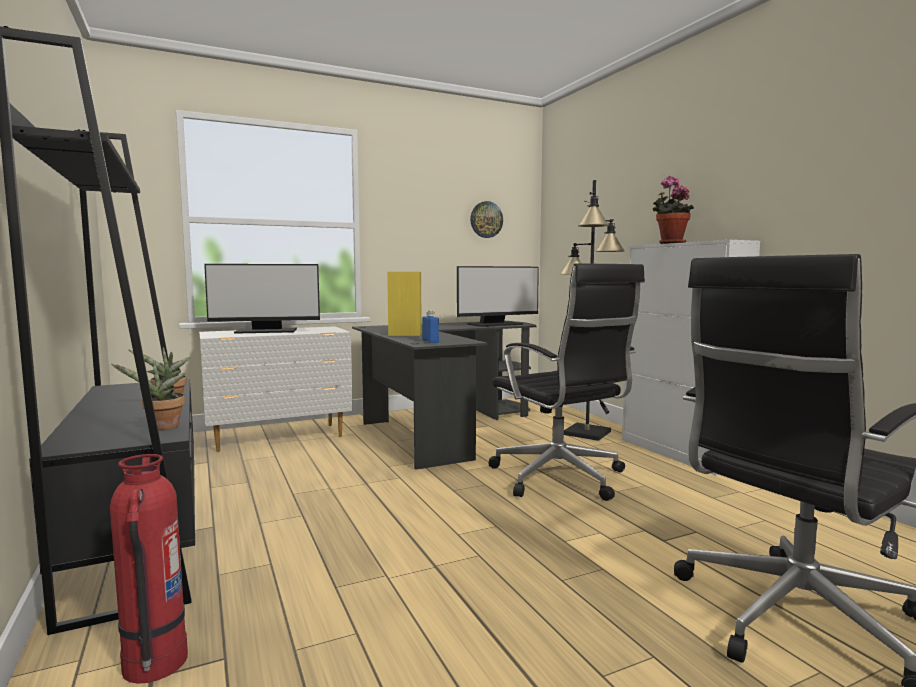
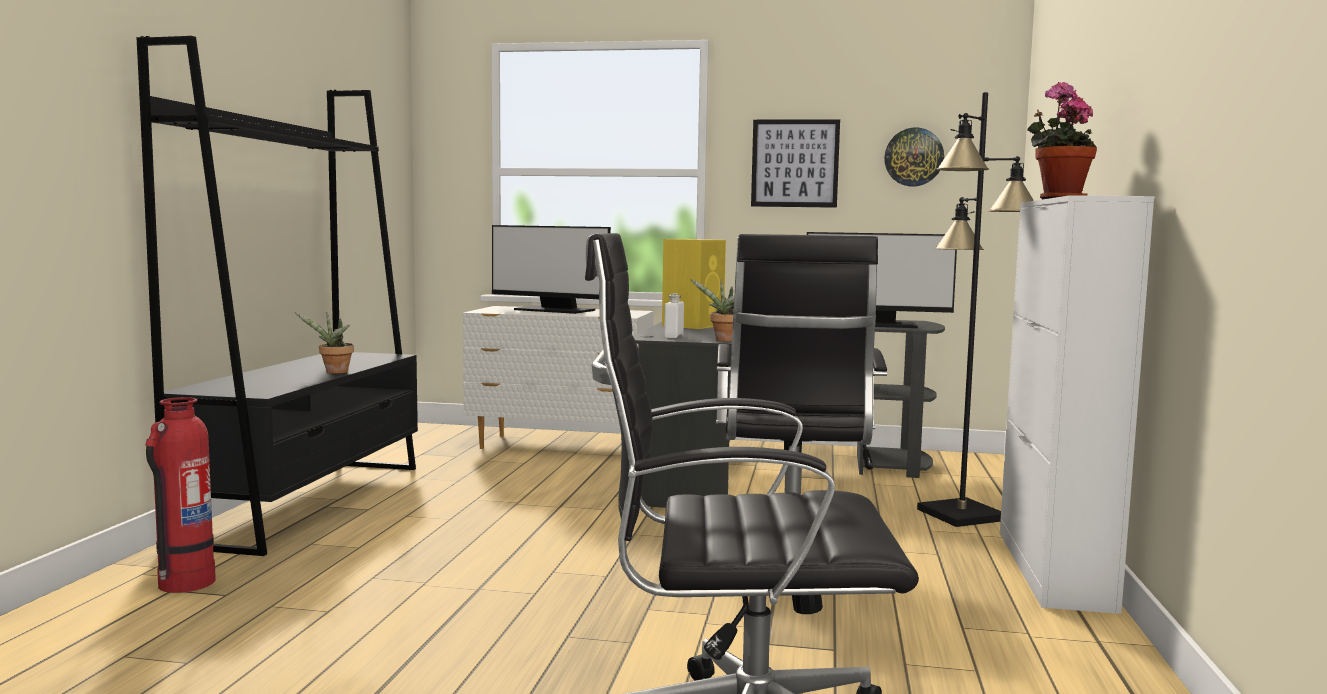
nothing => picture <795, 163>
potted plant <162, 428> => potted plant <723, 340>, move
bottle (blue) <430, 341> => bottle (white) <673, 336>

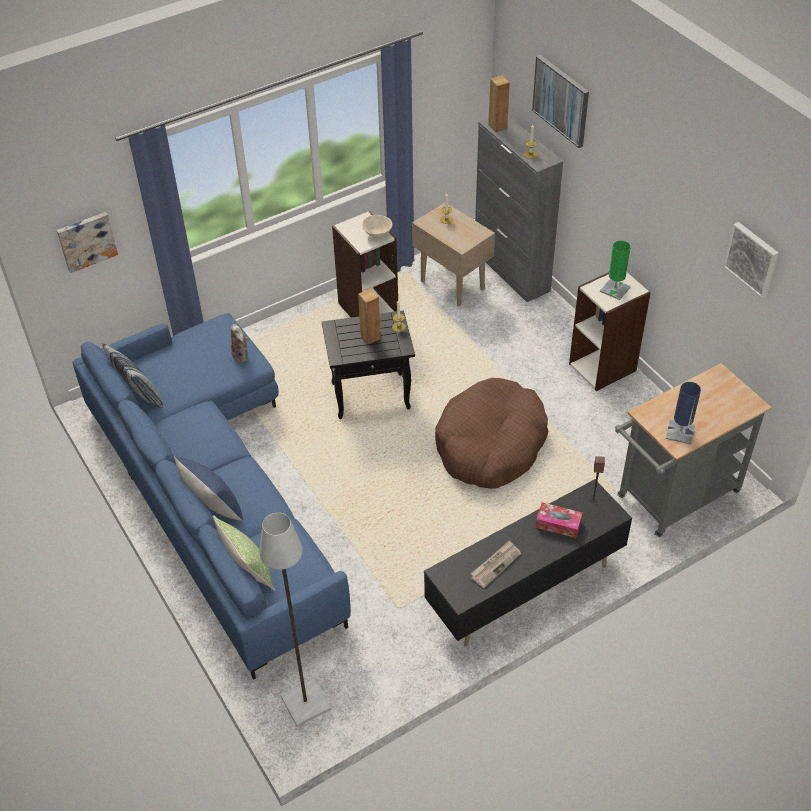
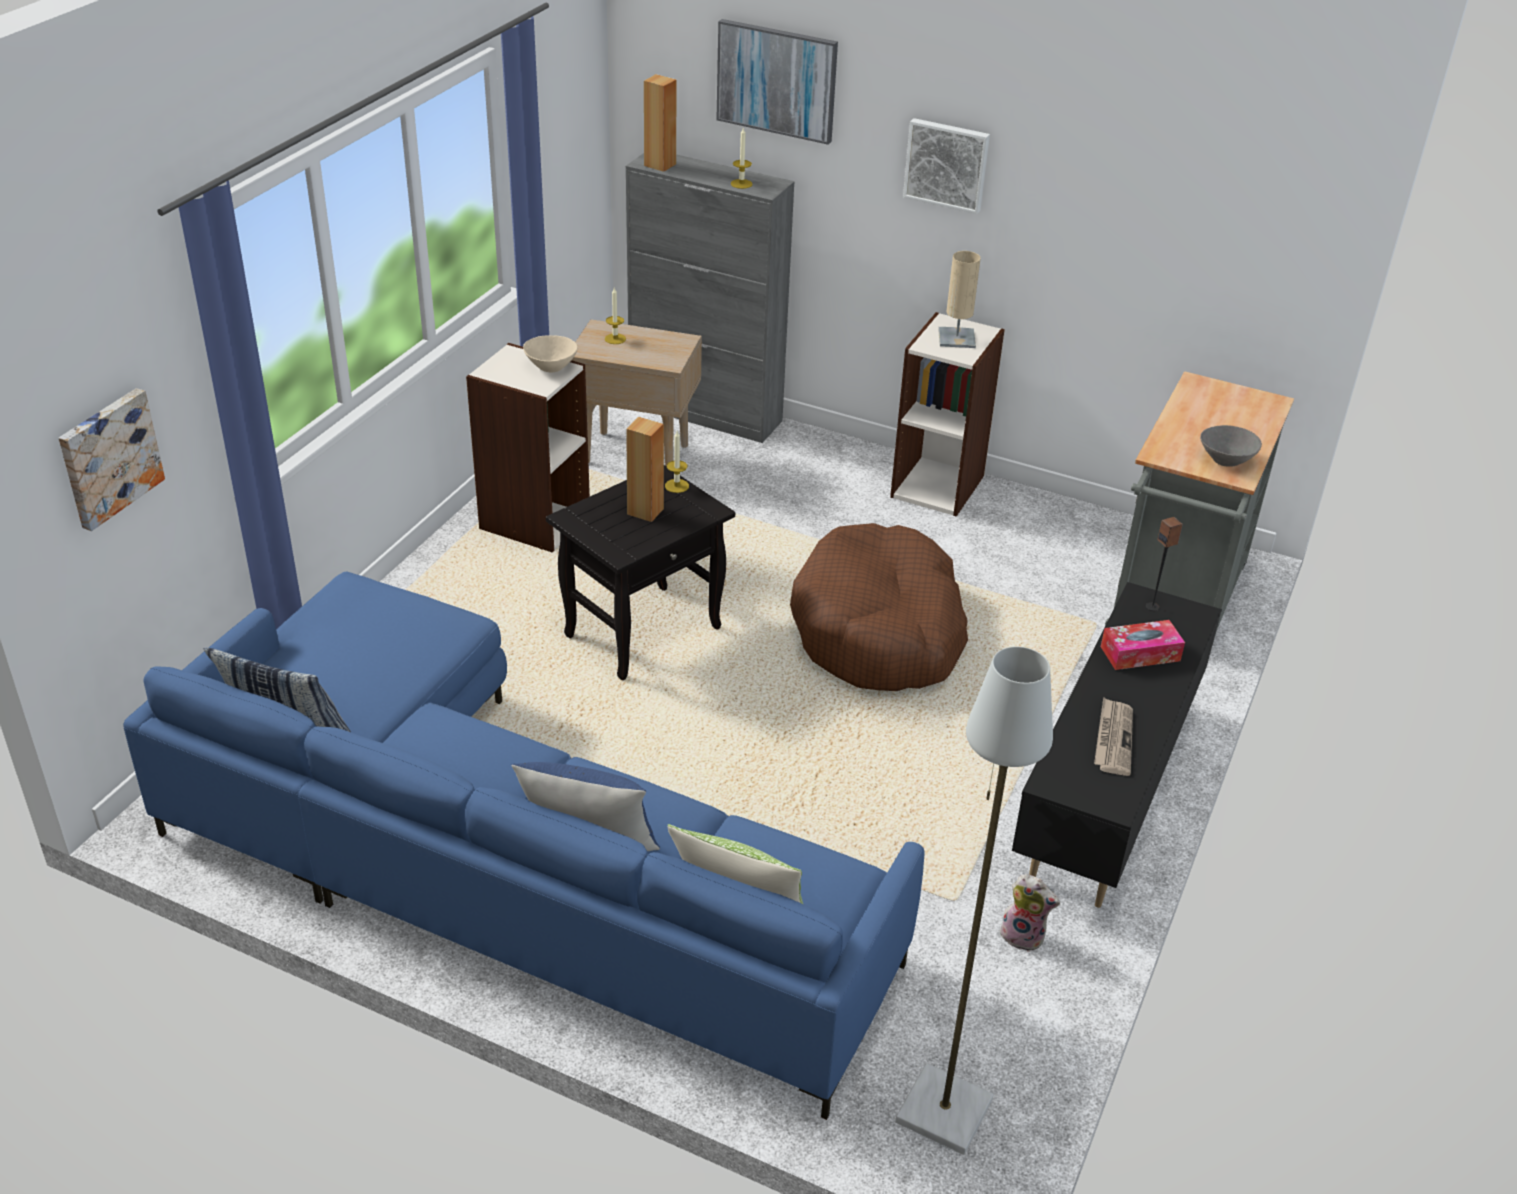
plush toy <242, 356> => plush toy <1024, 936>, move
picture <752, 258> => picture <947, 164>, move
table lamp (blue) <680, 432> => bowl (grey) <1225, 460>
table lamp (green) <615, 289> => table lamp (beige) <956, 338>

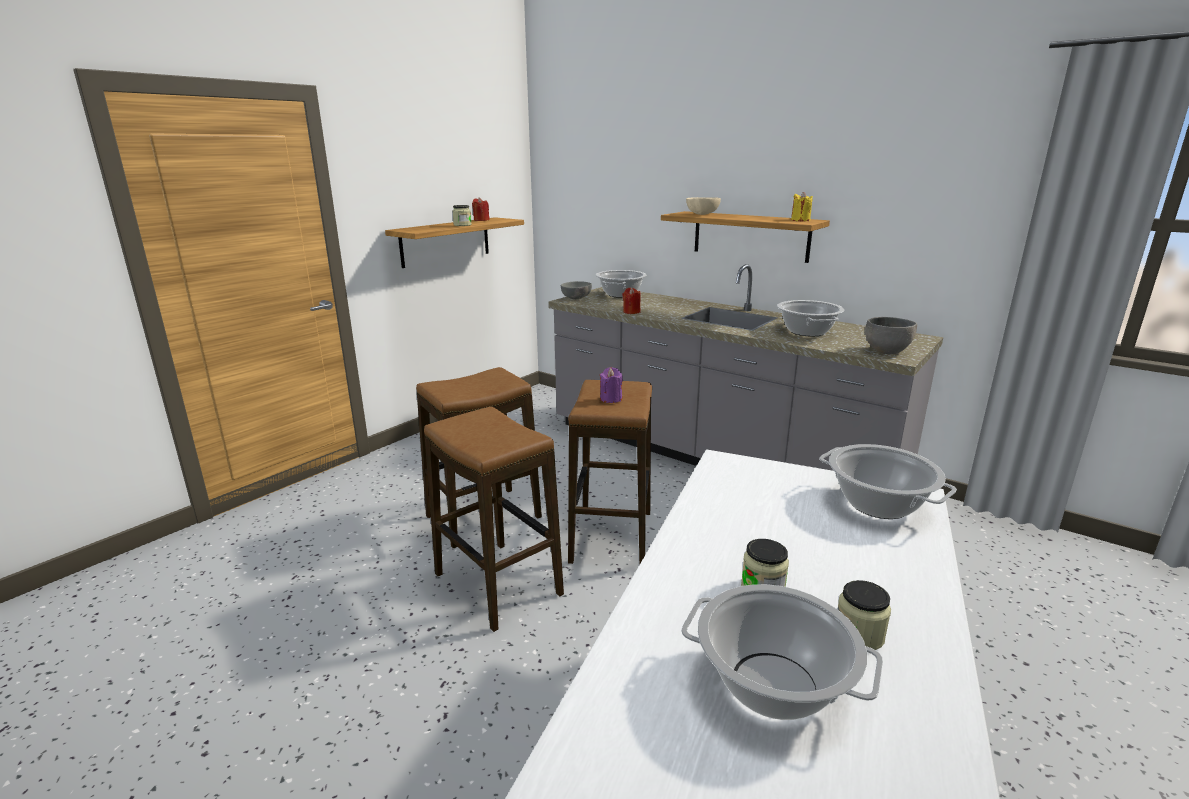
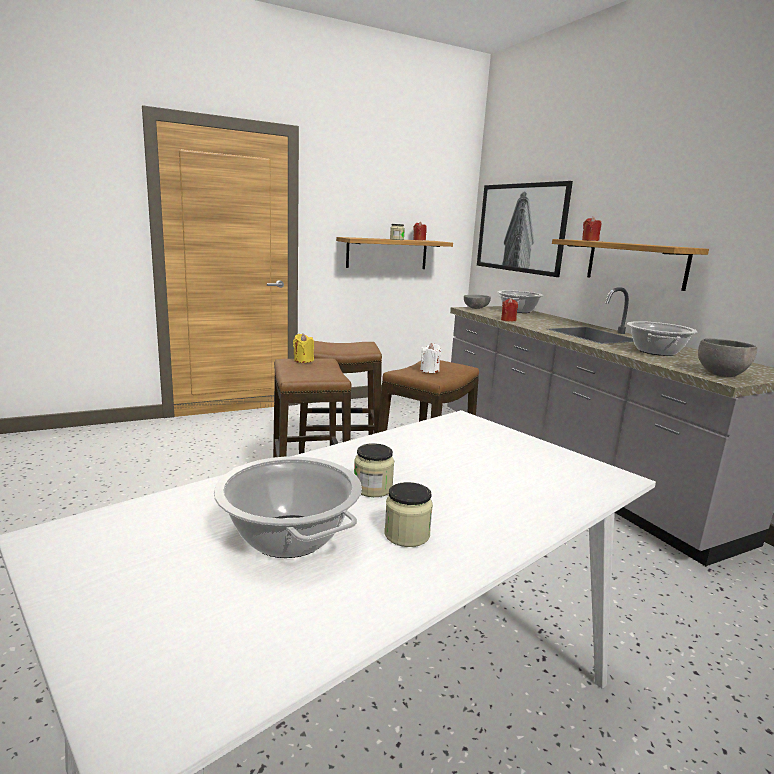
cooking pot <878, 504> => nothing
nothing => picture <521, 228>
candle (yellow) <800, 220> => candle (yellow) <303, 360>, move
bowl (beige) <701, 214> => candle (red) <590, 240>
candle (purple) <611, 399> => candle (white) <429, 370>

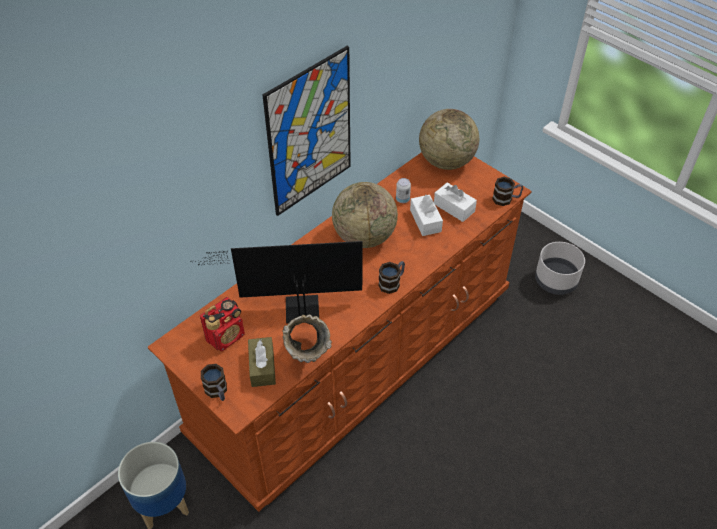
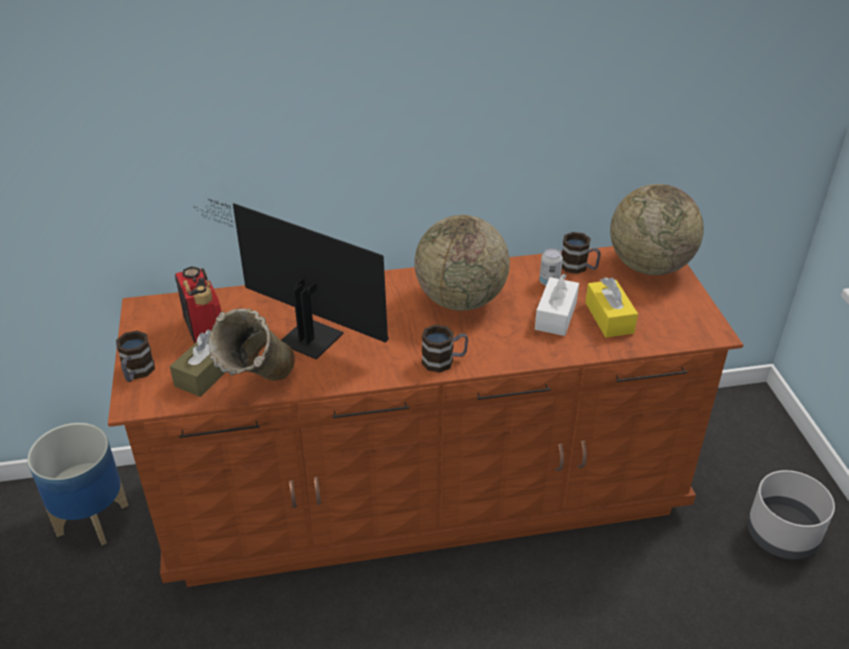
picture <310, 133> => nothing
mug <506, 199> => mug <579, 267>, move
tissue box (white) <454, 207> => tissue box (yellow) <609, 318>
radio <226, 337> => radio <204, 326>, 105 degrees counterclockwise

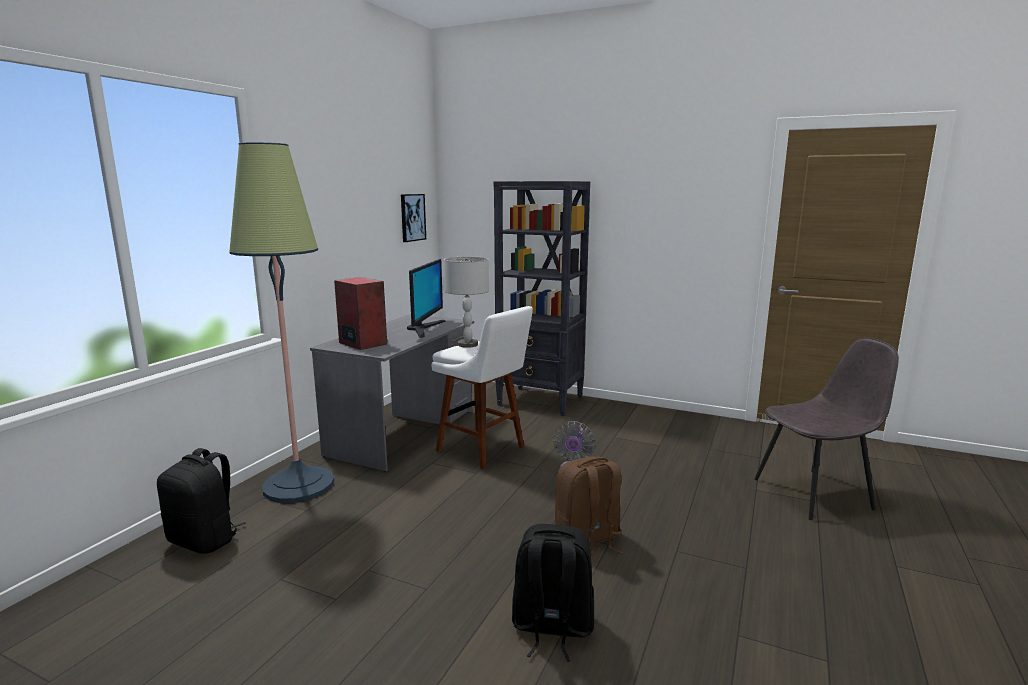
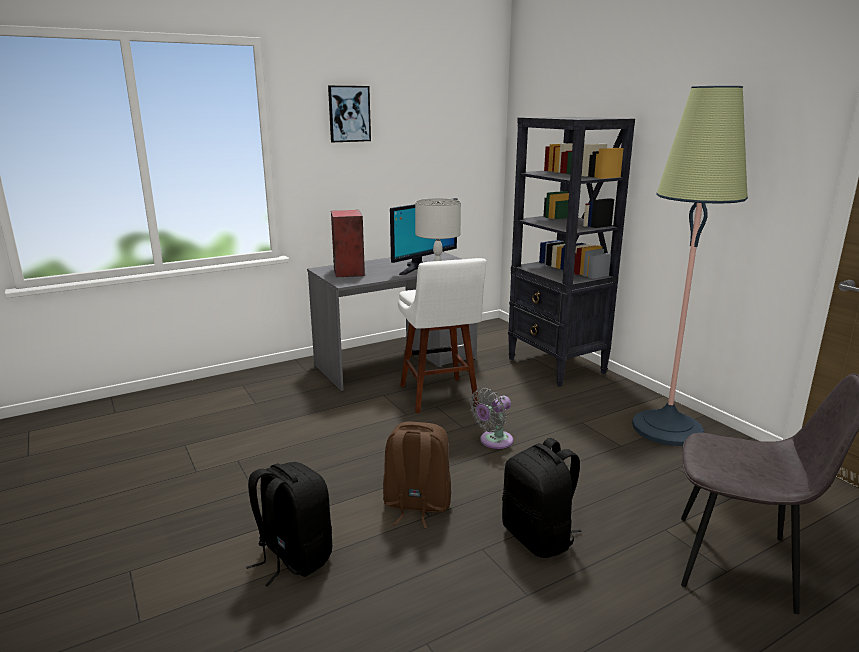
backpack (black) <205, 540> => backpack (black) <539, 537>, move
floor lamp <298, 485> => floor lamp <667, 428>, move
picture <412, 217> => picture <349, 114>, move

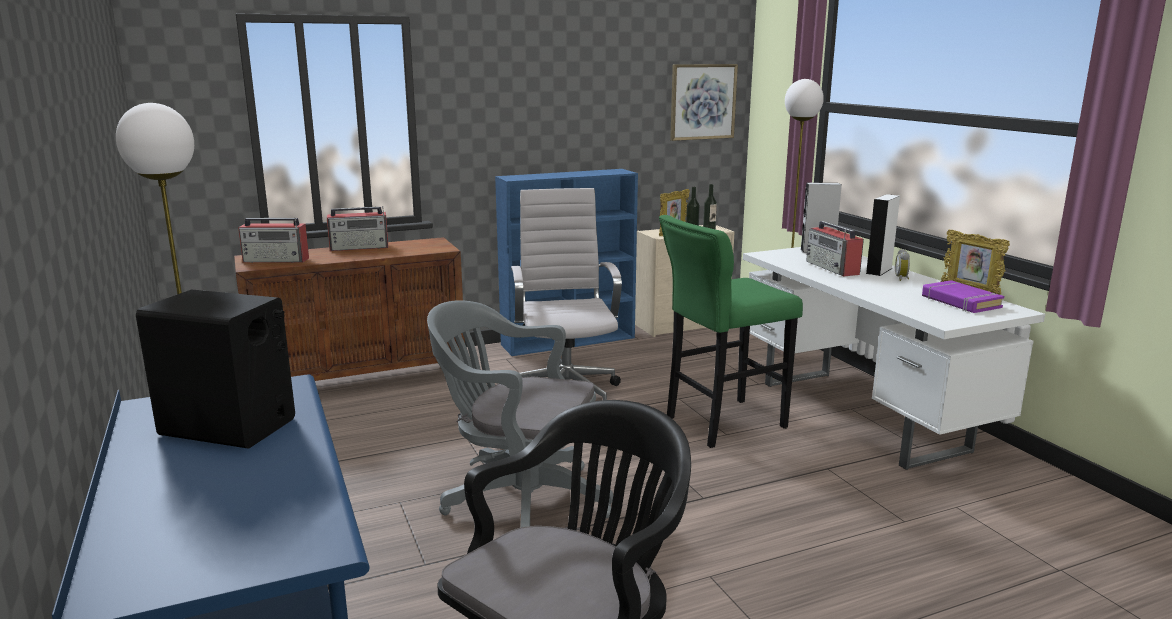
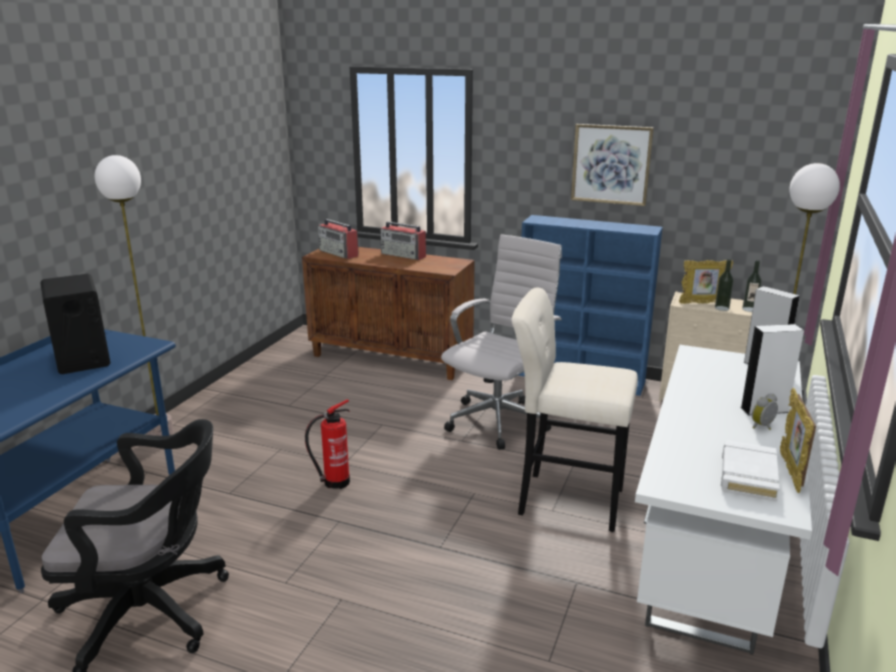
radio <832, 268> => nothing
picture <703, 102> => picture <611, 164>, move
office chair (grey) <518, 500> => fire extinguisher <334, 482>
stool (green) <720, 424> => stool (beige) <565, 500>
book (purple) <960, 302> => book (white) <748, 475>

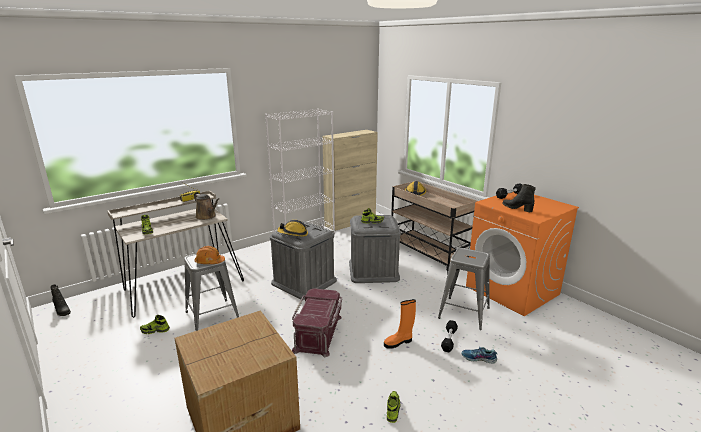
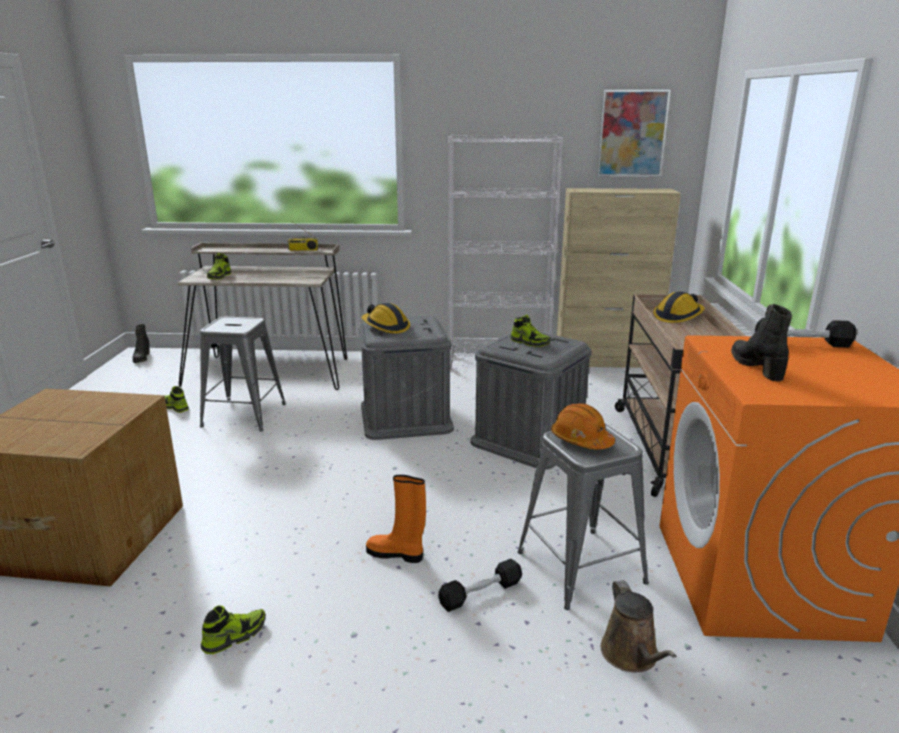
storage box (red) <319, 333> => nothing
shoe <478, 358> => nothing
nothing => picture <632, 133>
watering can (brown) <207, 216> => watering can (brown) <631, 655>, move
hard hat (orange) <209, 262> => hard hat (orange) <581, 440>, move

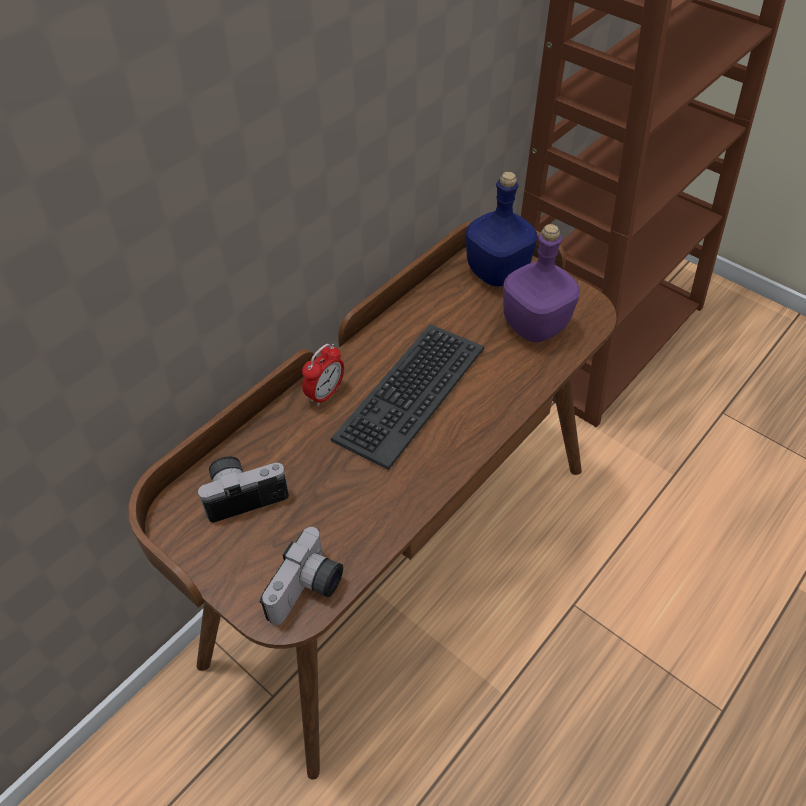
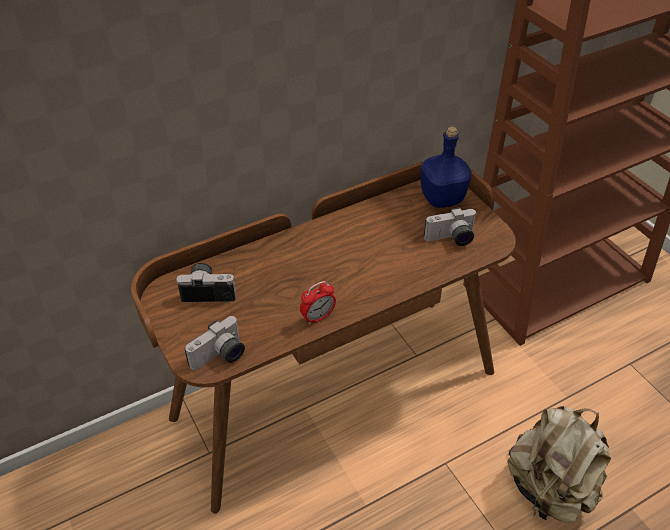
keyboard <409, 392> => nothing
nothing => backpack (beige) <549, 487>
alarm clock <325, 394> => alarm clock <318, 317>, move
bottle (purple) <535, 325> => photo camera <451, 239>

